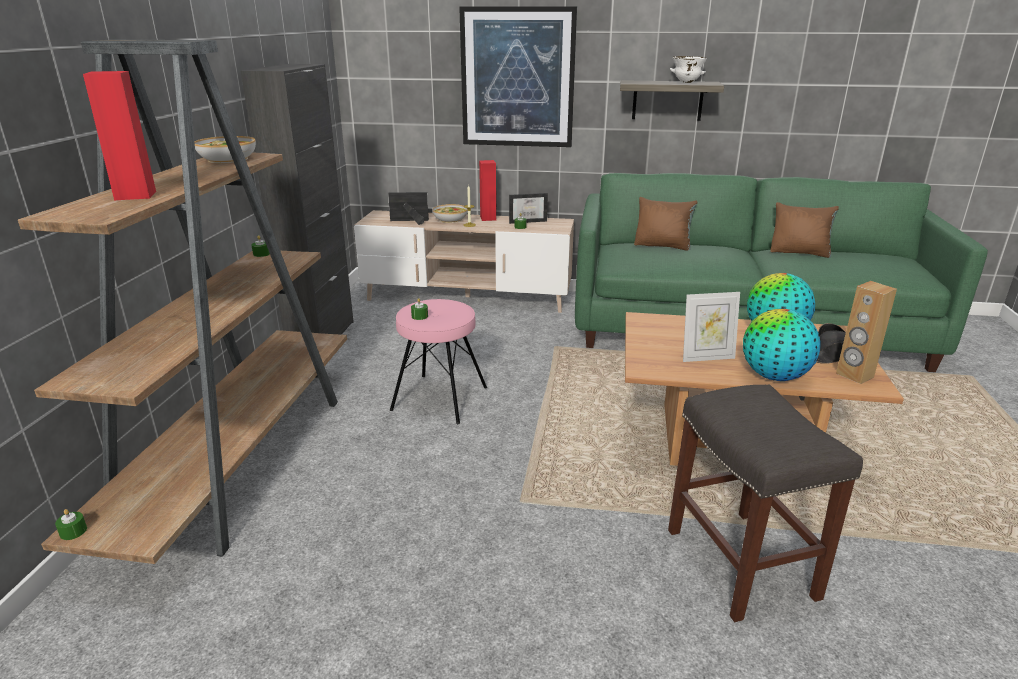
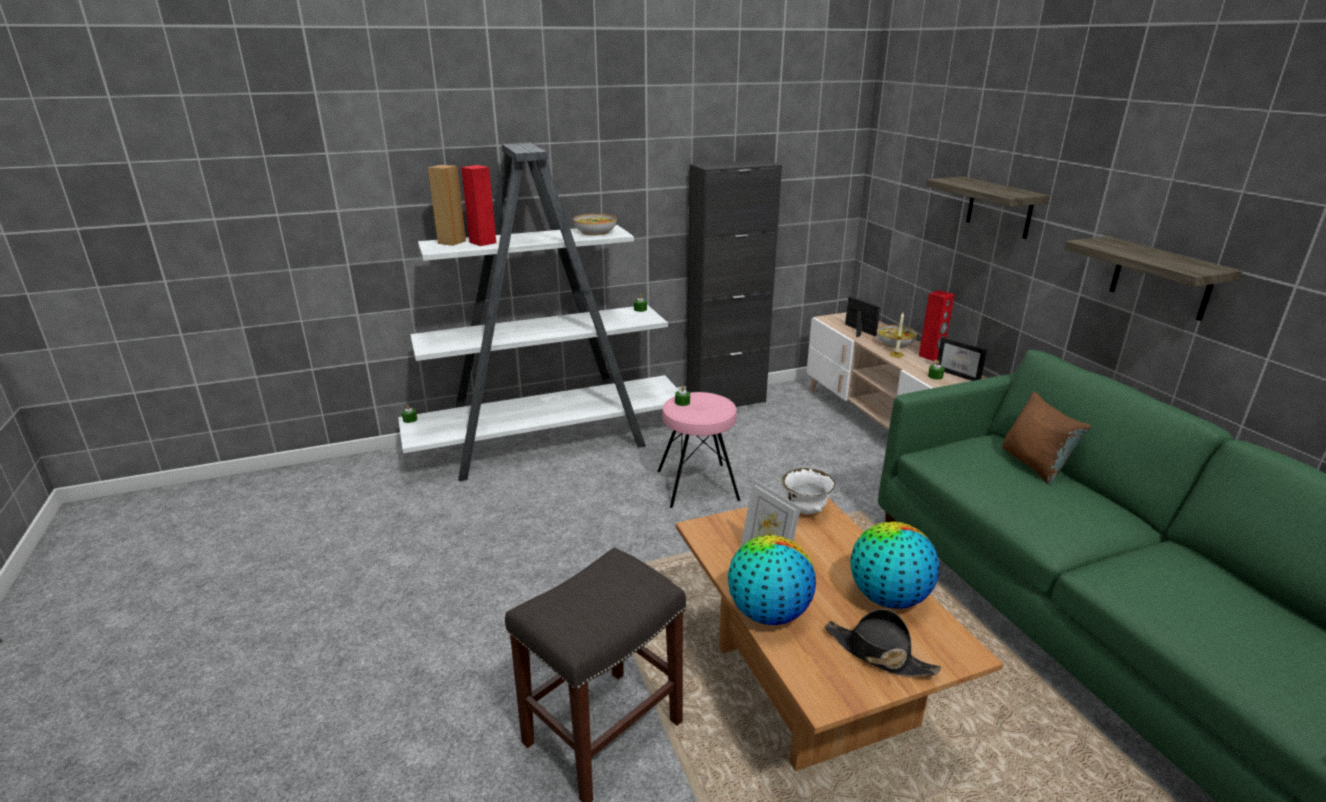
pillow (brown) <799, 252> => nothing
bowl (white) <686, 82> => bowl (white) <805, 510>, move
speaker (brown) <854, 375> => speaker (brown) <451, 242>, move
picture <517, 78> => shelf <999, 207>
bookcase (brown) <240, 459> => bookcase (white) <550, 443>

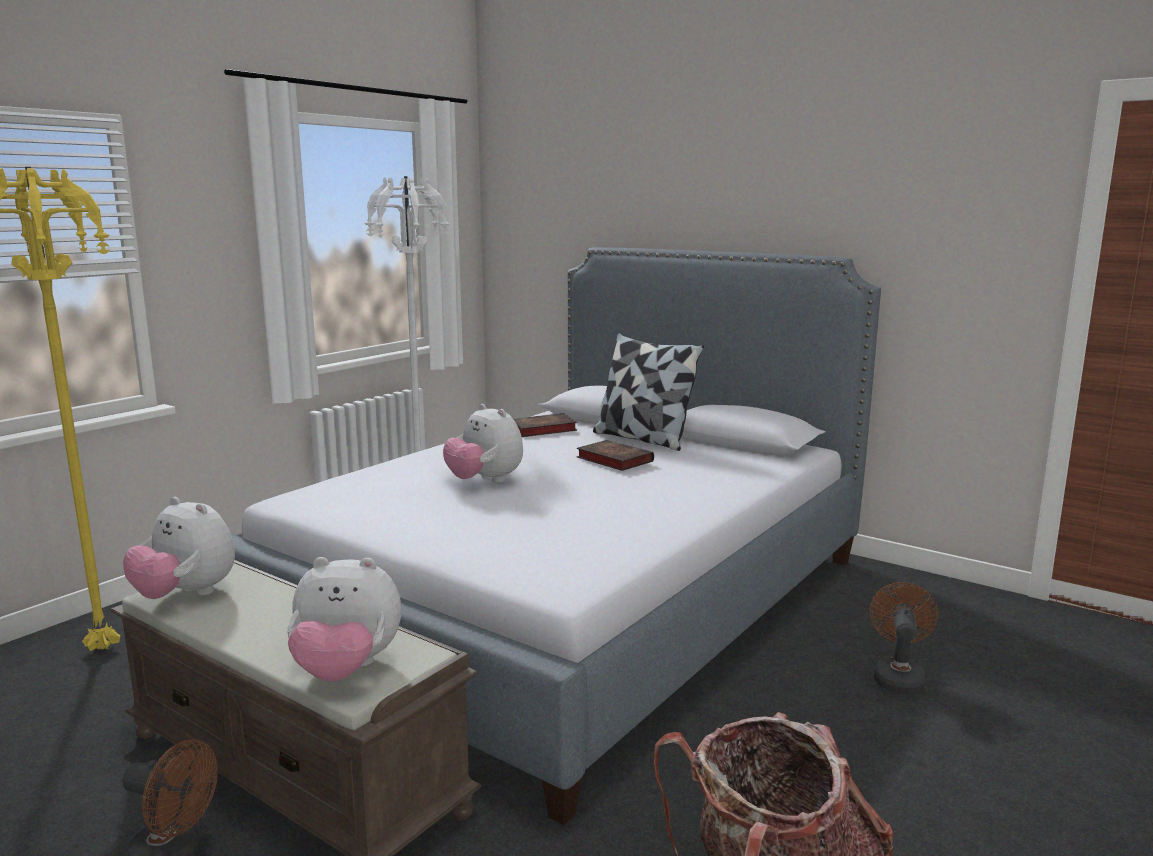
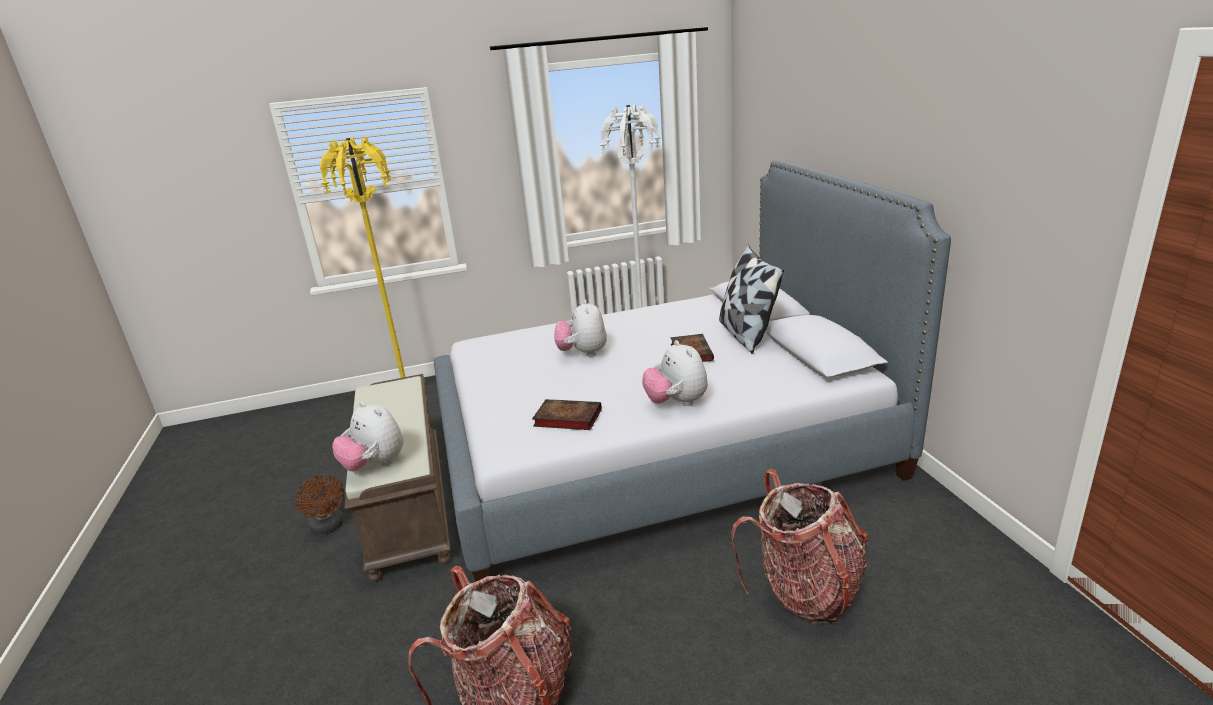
plush toy <186, 595> => plush toy <676, 403>, move
book <541, 430> => book <566, 418>, move
fan (brown) <898, 676> => backpack <805, 591>

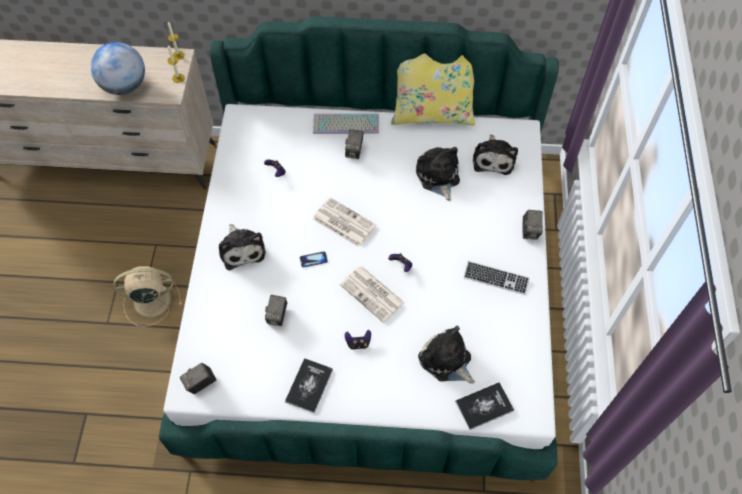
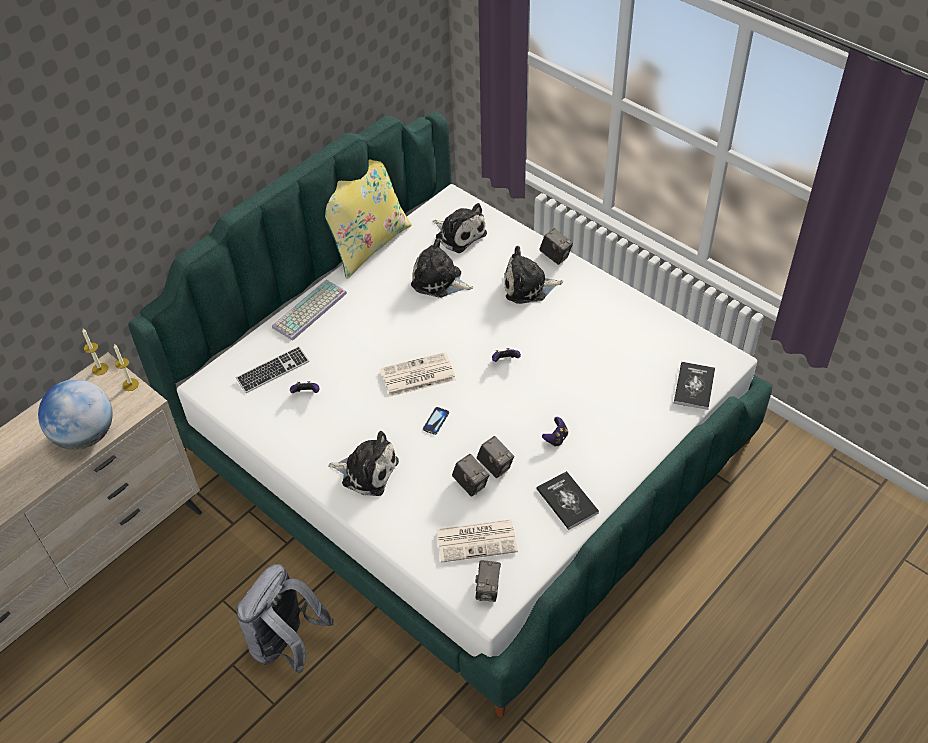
newspaper <373, 294> => newspaper <477, 540>, move
photo camera <354, 151> => photo camera <495, 466>, move
plush toy <446, 360> => plush toy <528, 287>, move
keyboard <496, 278> => keyboard <273, 371>, move
fan (beige) <150, 300> => backpack (grey) <287, 644>

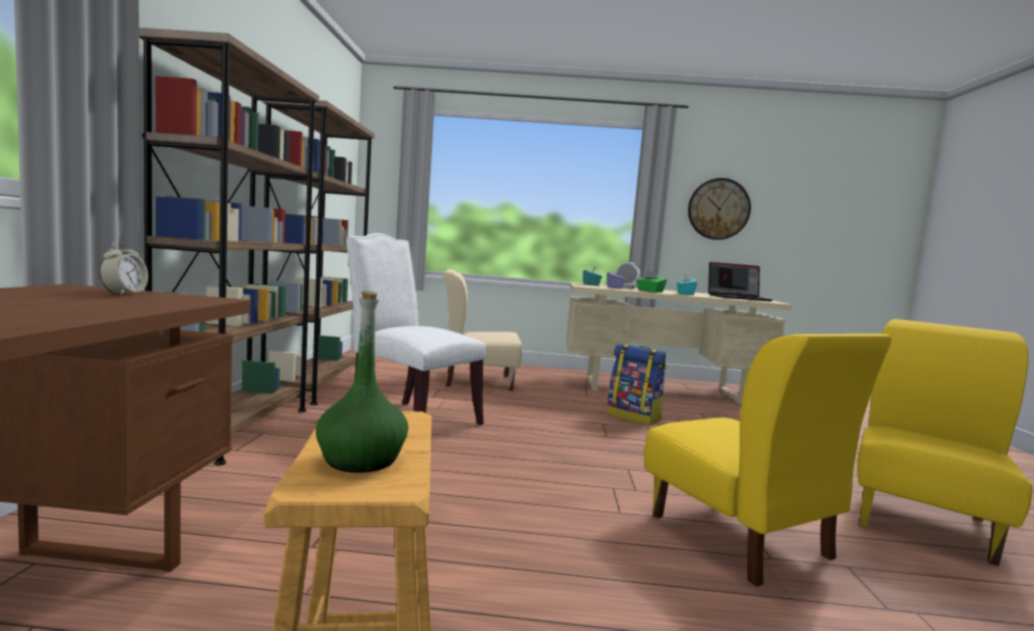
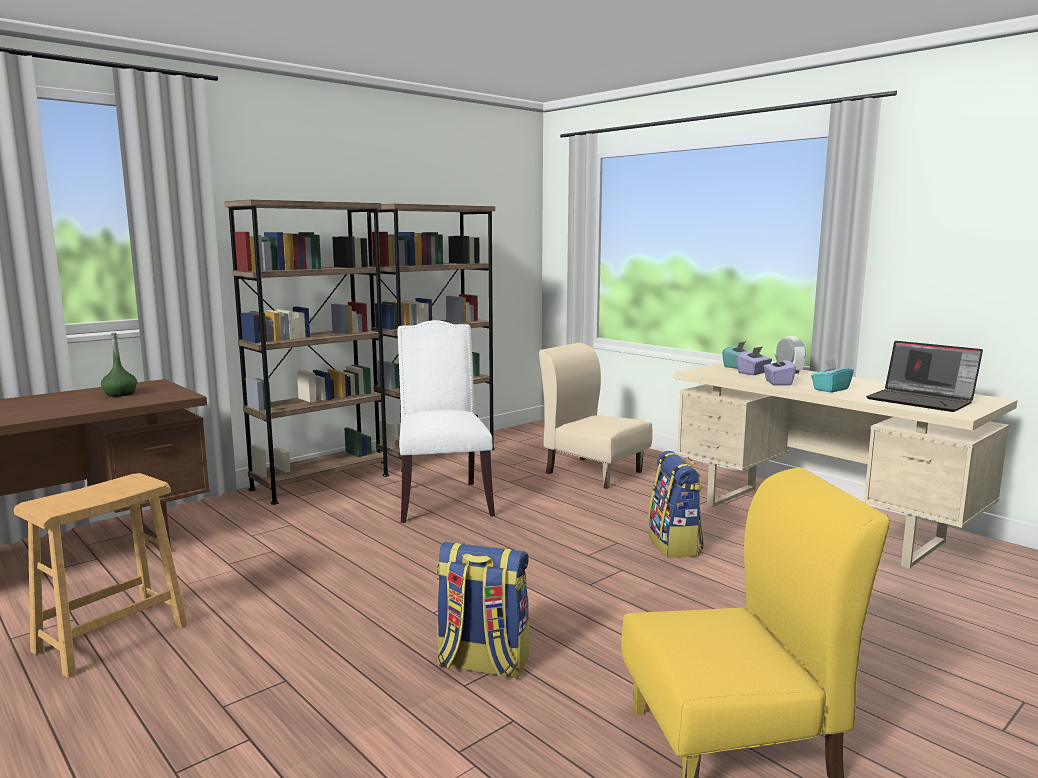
alarm clock <124, 293> => nothing
wall clock <718, 209> => nothing
bottle (green) <362, 459> => bottle (green) <120, 394>, move
chair (yellow) <739, 536> => backpack <482, 664>
tissue box (green) <650, 291> => tissue box (purple) <777, 383>

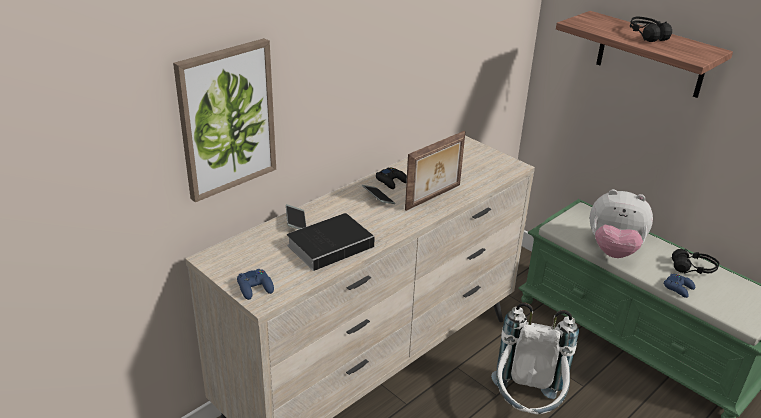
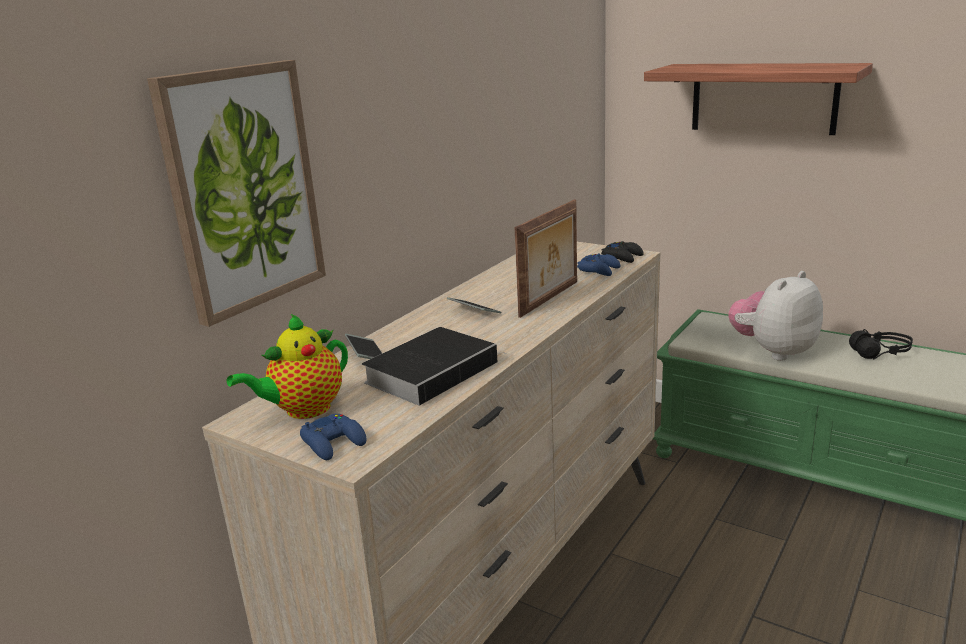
backpack (white) <526, 407> => nothing
headphones (black) <647, 36> => nothing
nothing => teapot <303, 410>
game controller (black) <391, 181> => game controller (black) <622, 257>, move
game controller (blue) <679, 288> => game controller (blue) <599, 270>, move
plush toy <613, 250> => plush toy <773, 351>, 135 degrees clockwise

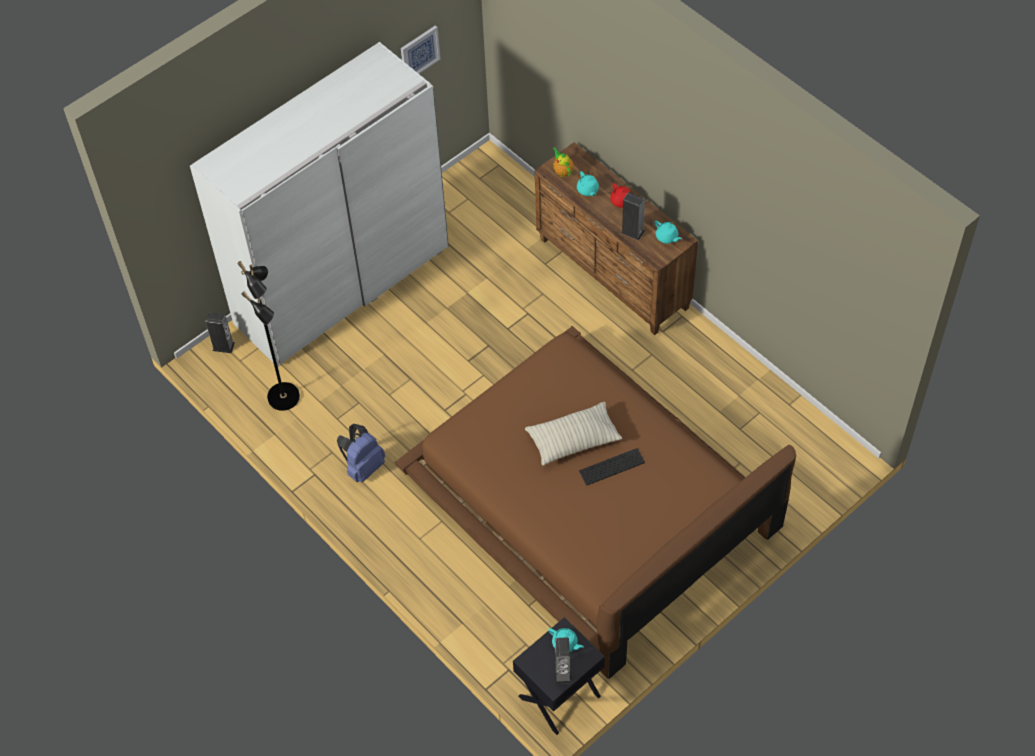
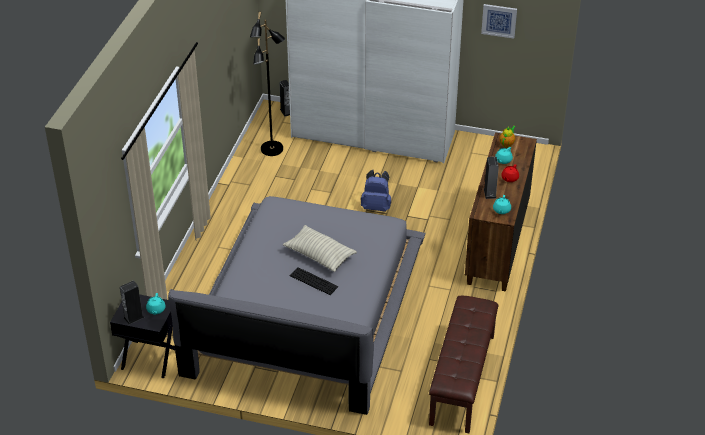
nothing => bench (brown) <463, 379>
backpack (blue) <363, 467> => backpack (blue) <376, 206>, move
bed (brown) <590, 502> => bed (grey) <306, 310>

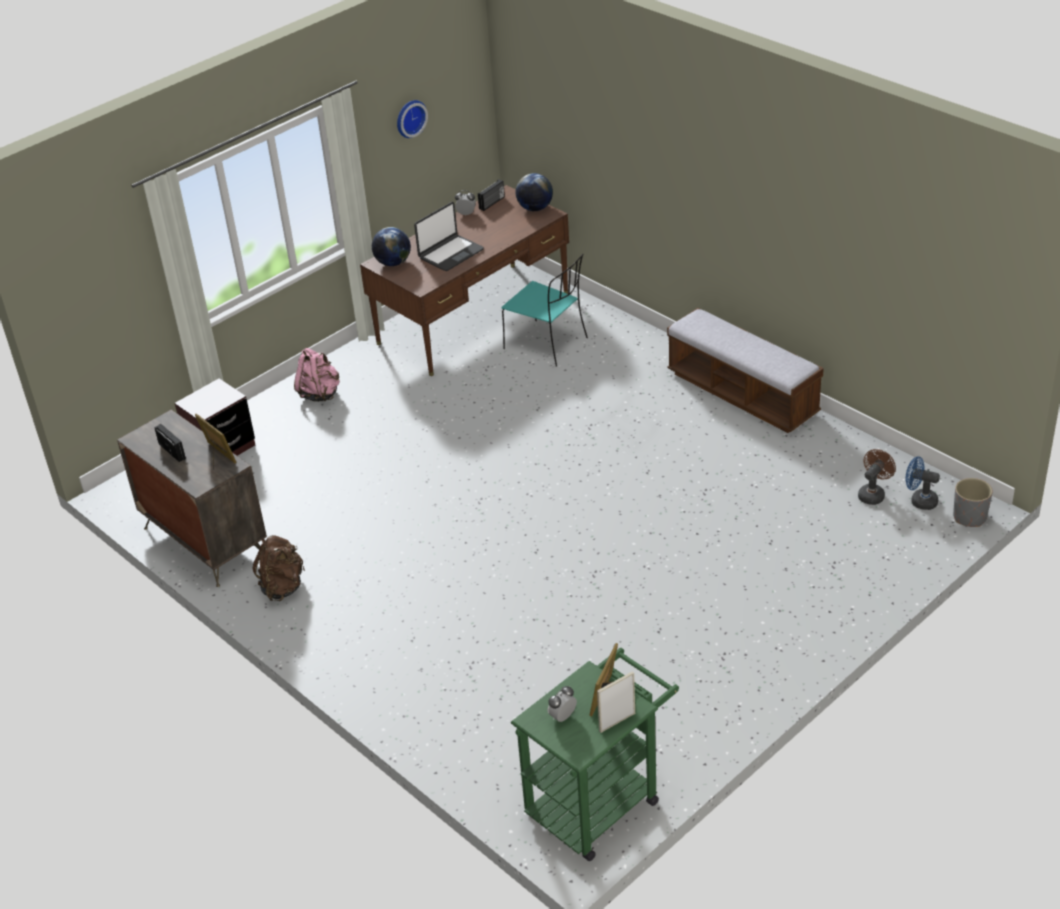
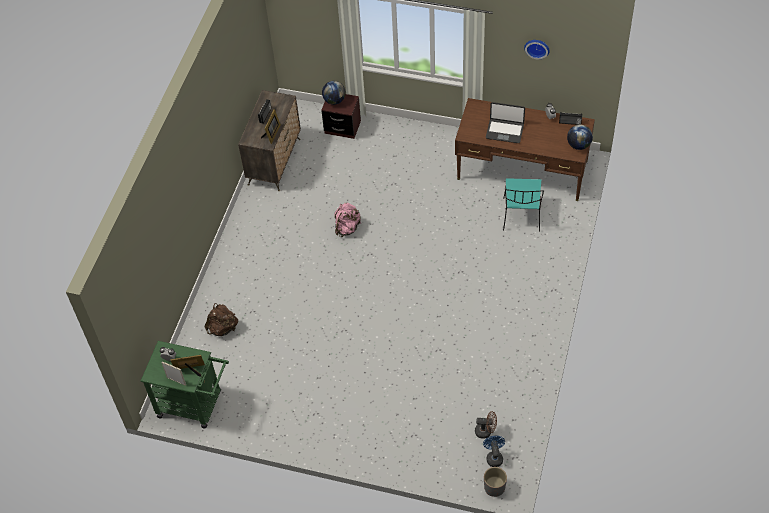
bench <742, 394> => nothing
backpack (brown) <282, 587> => backpack (brown) <223, 328>, move
backpack (pink) <320, 393> => backpack (pink) <347, 228>, move
globe <393, 263> => globe <334, 100>, move

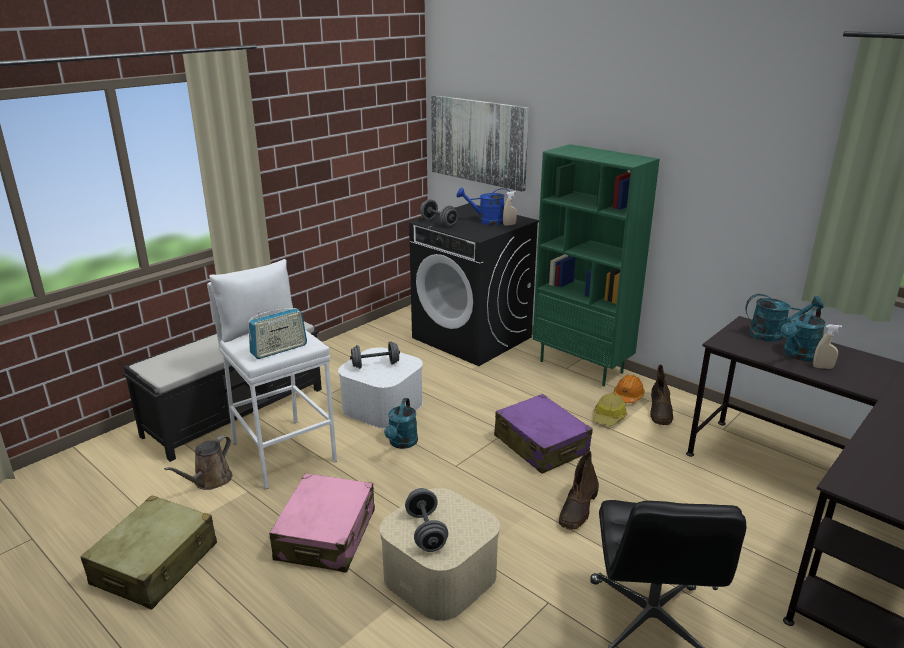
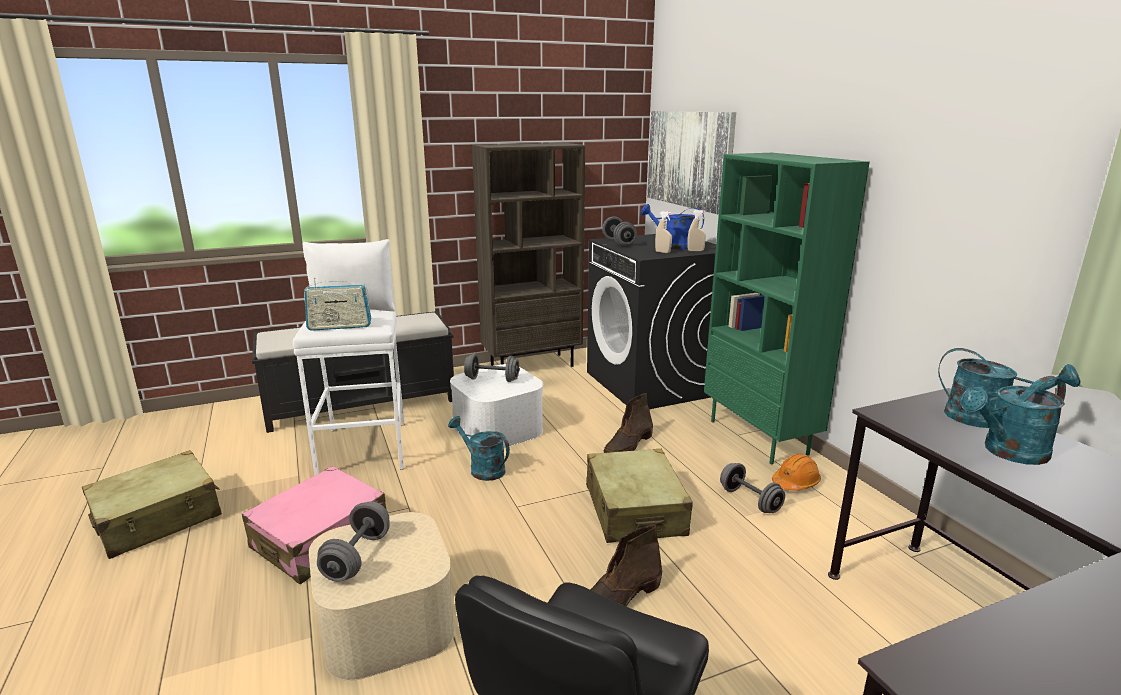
watering can (brown) <210, 481> => nothing
nothing => bookcase (brown) <532, 365>
boot (brown) <660, 411> => boot (brown) <628, 445>, move
spray bottle (beige) <822, 367> => spray bottle (beige) <662, 252>, move
hard hat <609, 417> => dumbbell (grey) <750, 500>
suitcase (purple) <541, 445> => suitcase (beige) <635, 510>
watering can (turquoise) <402, 443> => watering can (turquoise) <482, 469>, 90 degrees clockwise

